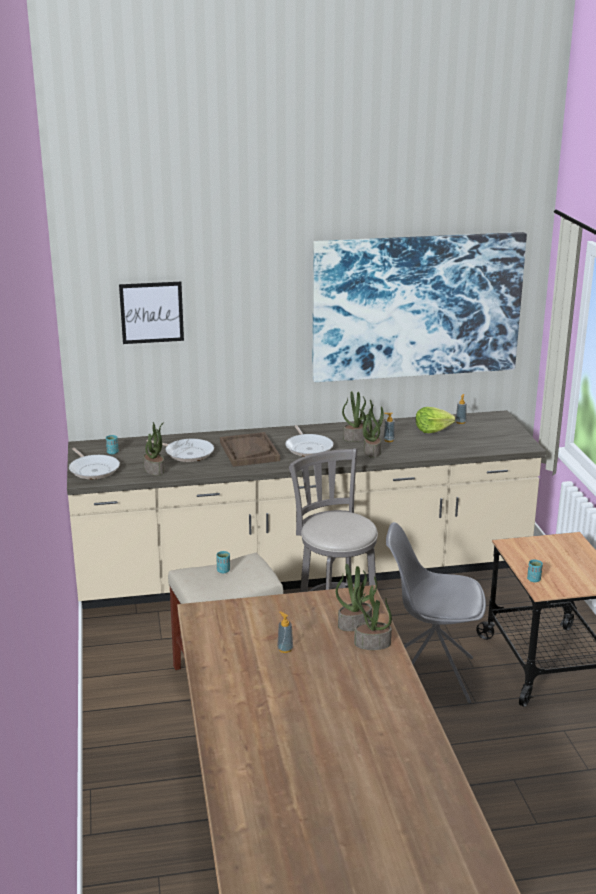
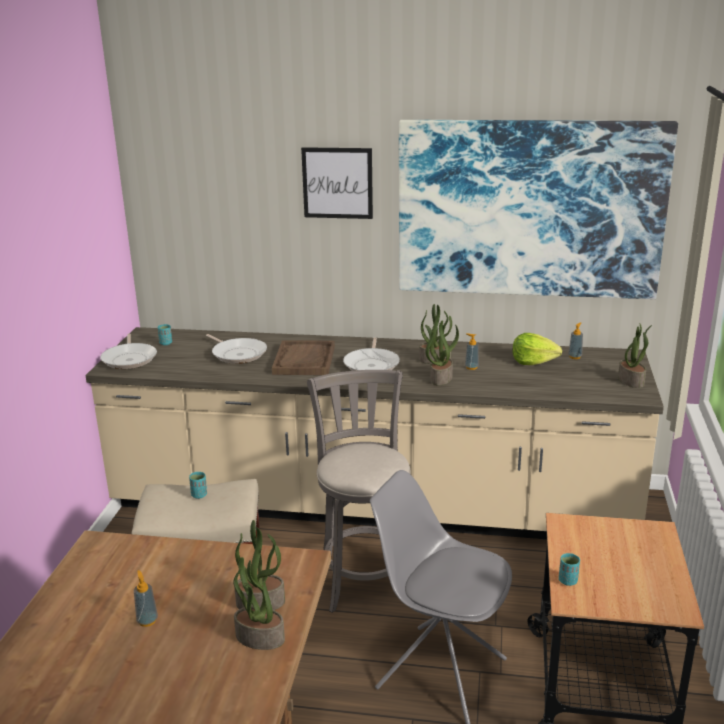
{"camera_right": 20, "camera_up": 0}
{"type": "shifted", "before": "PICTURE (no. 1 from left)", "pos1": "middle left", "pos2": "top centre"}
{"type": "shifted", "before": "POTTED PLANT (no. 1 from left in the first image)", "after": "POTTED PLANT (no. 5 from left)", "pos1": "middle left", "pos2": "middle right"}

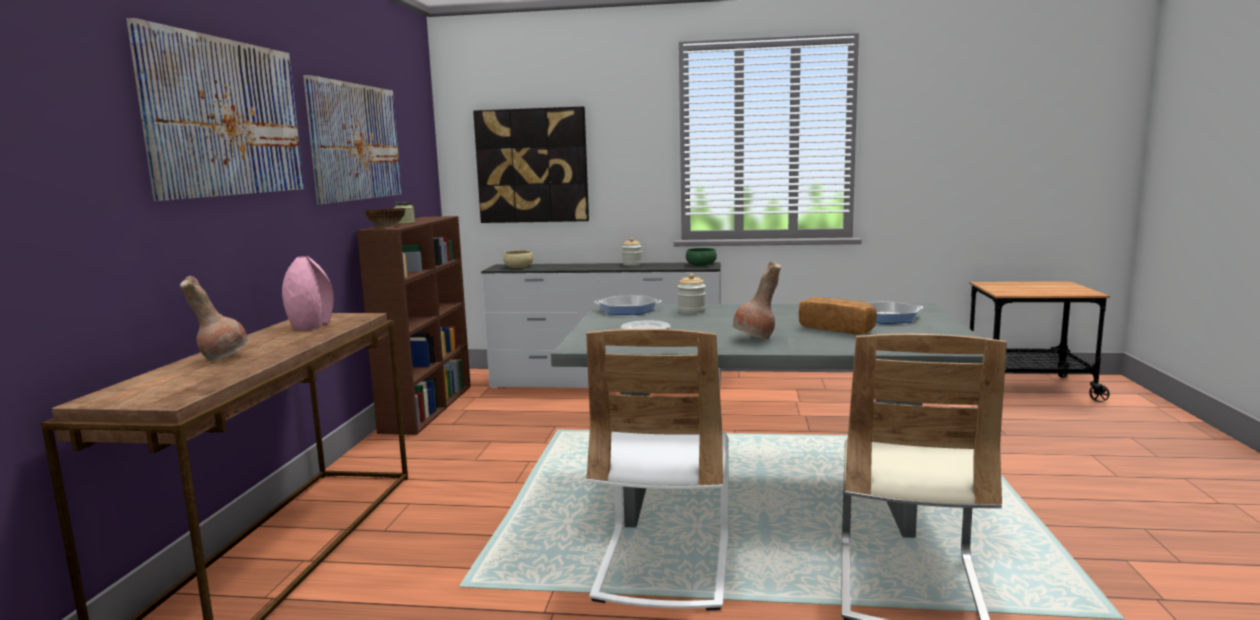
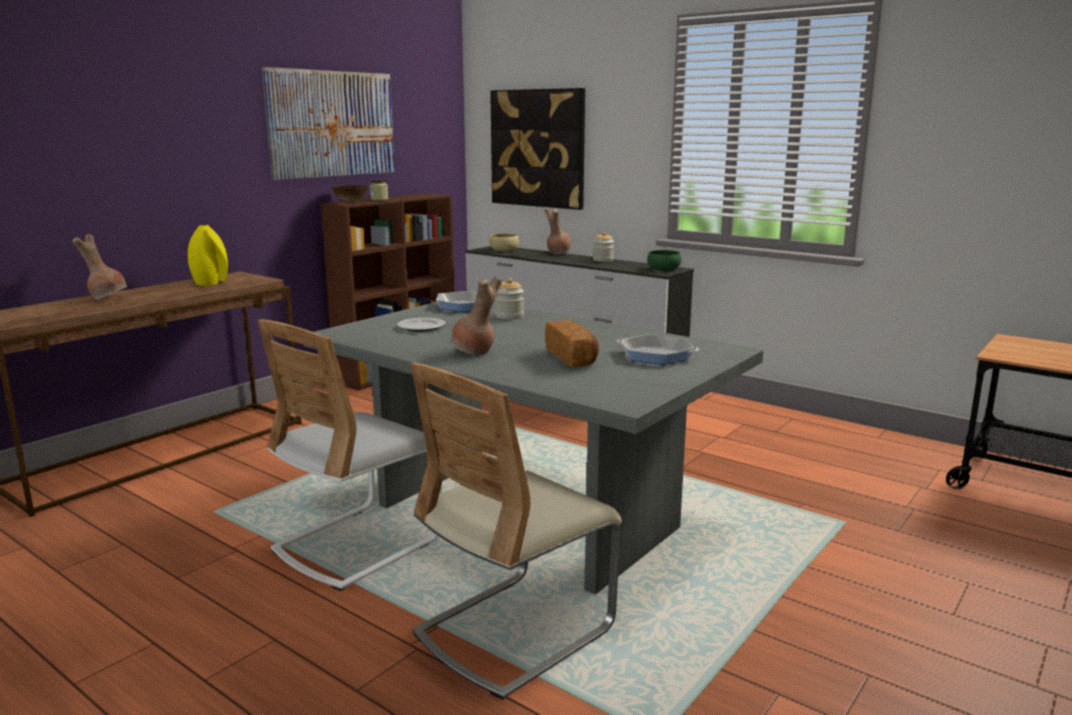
{"camera_right": 30, "camera_up": 5}
{"type": "gone", "before": "PICTURE (no. 1 from left)", "pos1": "top left"}
{"type": "repainted", "before": "PINK VASE", "after": "YELLOW VASE", "pos1": "middle left", "pos2": "middle left"}
{"type": "new", "after": "BROWN VASE (no. 3 from left)", "pos2": "top centre"}

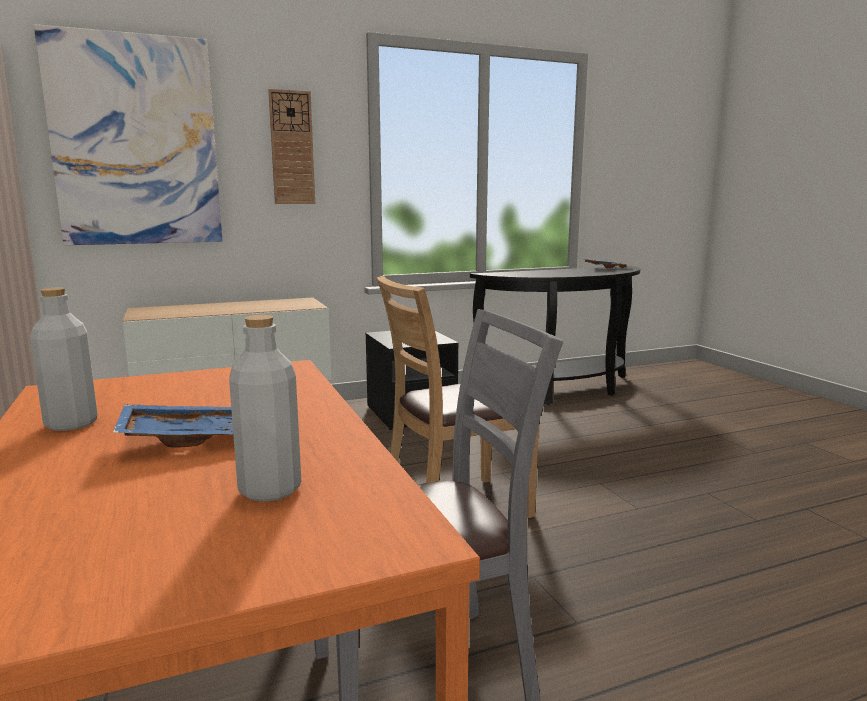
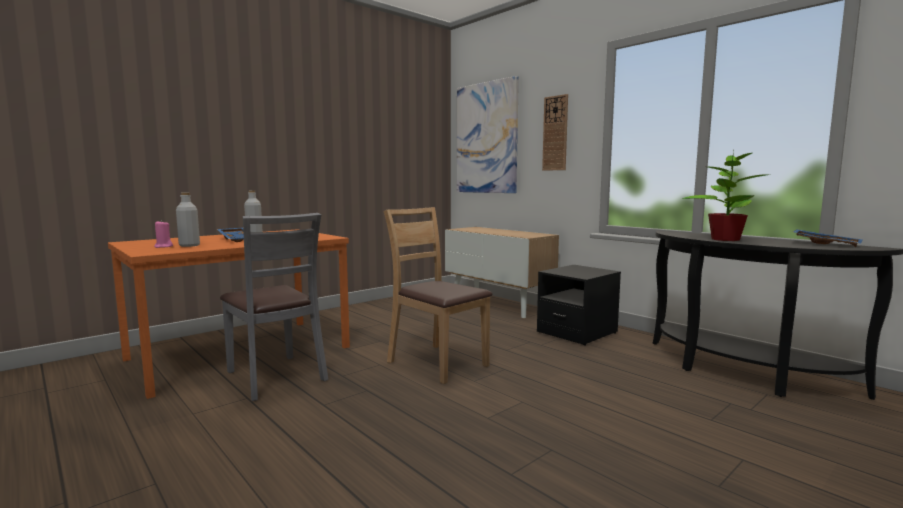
{"camera_right": 70, "camera_up": -5}
{"type": "new", "after": "PINK CANDLE", "pos2": "middle left"}
{"type": "new", "after": "POTTED PLANT", "pos2": "middle right"}

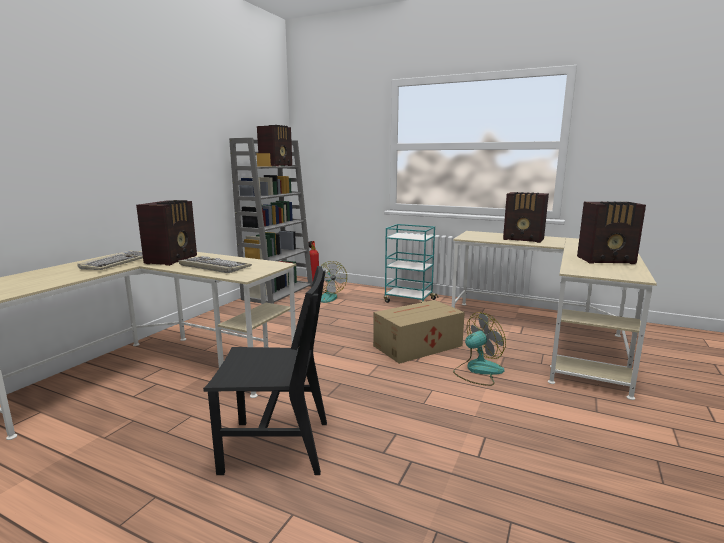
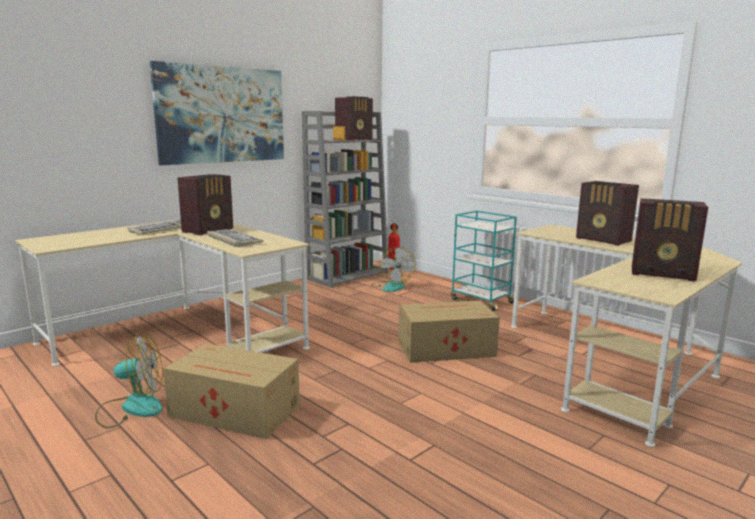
{"camera_right": 20, "camera_up": 0}
{"type": "swapped", "before": "BLACK CHAIR", "after": "CARDBOARD BOX (no. 1 from left)", "pos1": "bottom centre", "pos2": "bottom left"}
{"type": "shifted", "before": "FAN (no. 2 from left in the first image)", "after": "FAN (no. 1 from left)", "pos1": "centre", "pos2": "bottom left"}
{"type": "new", "after": "PICTURE", "pos2": "top left"}

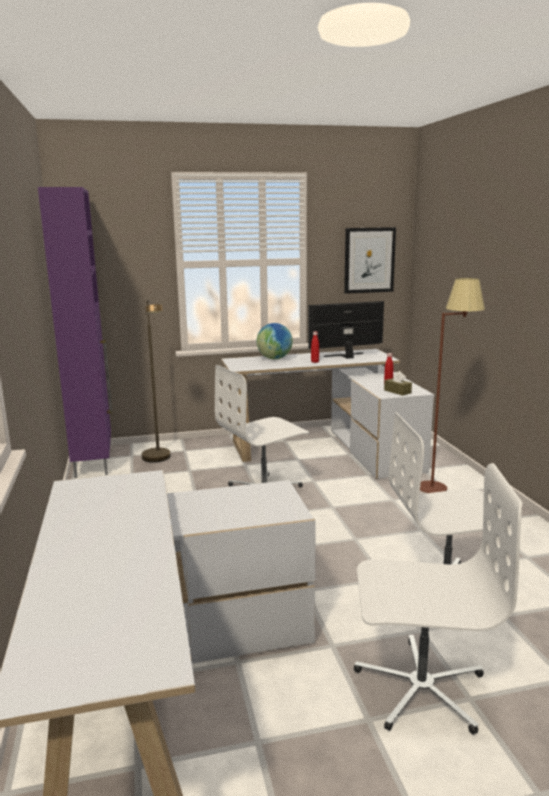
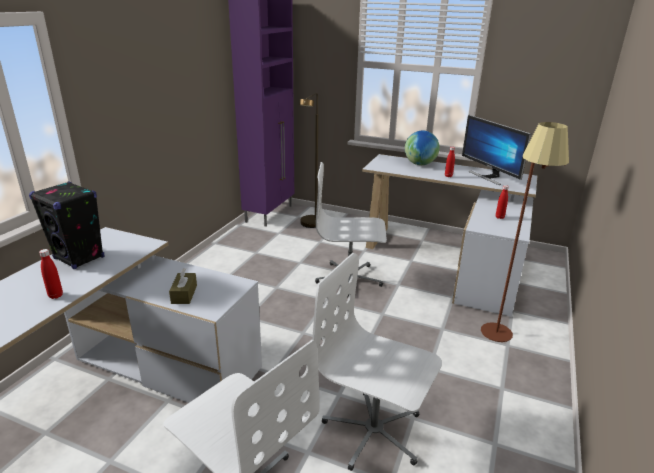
{"camera_right": 35, "camera_up": 10}
{"type": "rotated", "before": "MONITOR", "pos1": "centre", "pos2": "top right", "turn": -135}
{"type": "gone", "before": "PICTURE", "pos1": "top right"}
{"type": "shifted", "before": "BROWN TISSUE BOX", "pos1": "middle right", "pos2": "middle left"}
{"type": "new", "after": "BLACK SPEAKER", "pos2": "middle left"}
{"type": "new", "after": "RED BOTTLE (no. 1 from left)", "pos2": "middle left"}

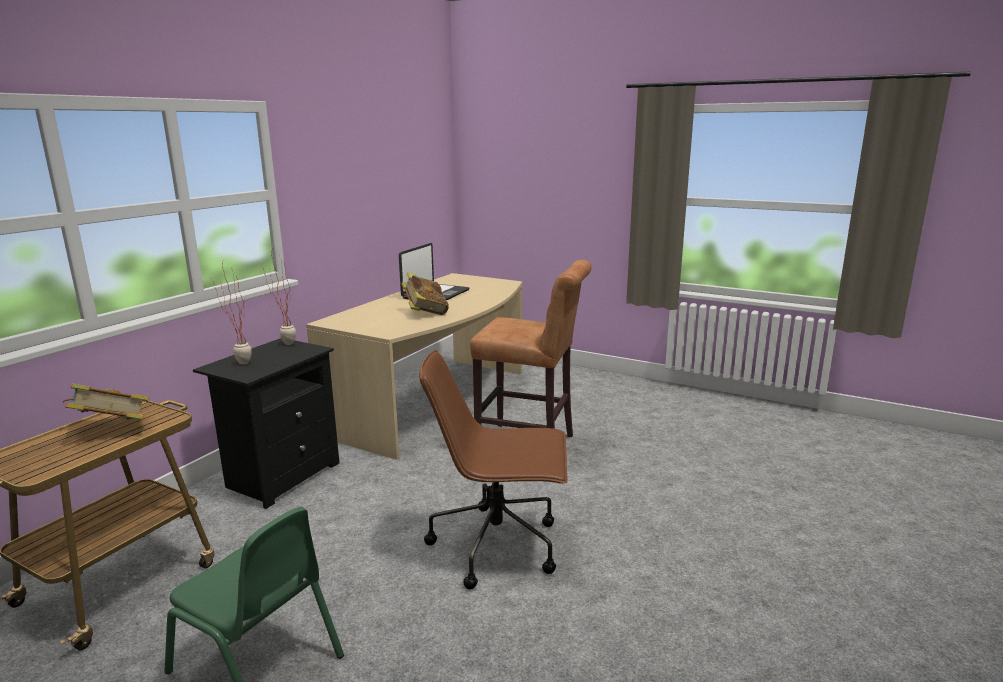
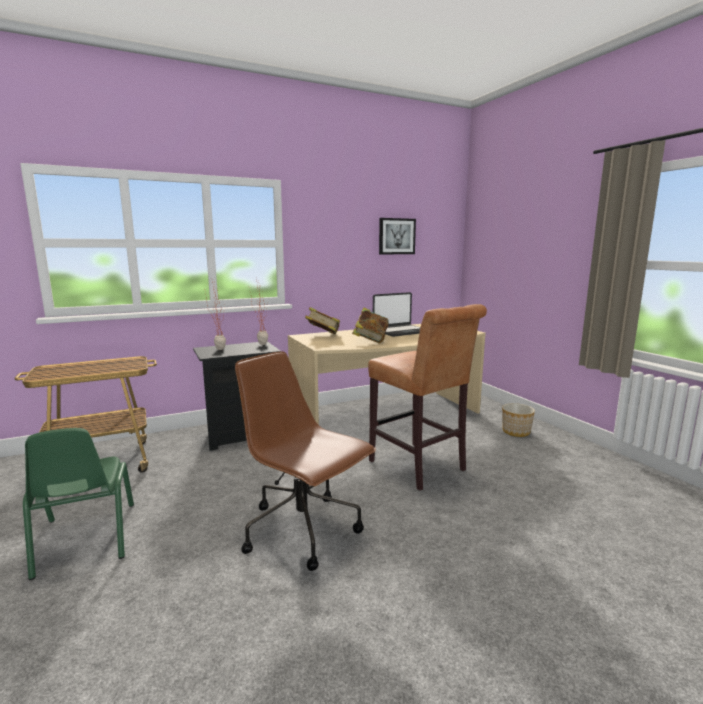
{"camera_right": 35, "camera_up": -5}
{"type": "shifted", "before": "BOOK (no. 1 from left)", "pos1": "middle left", "pos2": "centre"}
{"type": "new", "after": "PICTURE", "pos2": "centre"}
{"type": "new", "after": "PLANTER", "pos2": "middle right"}

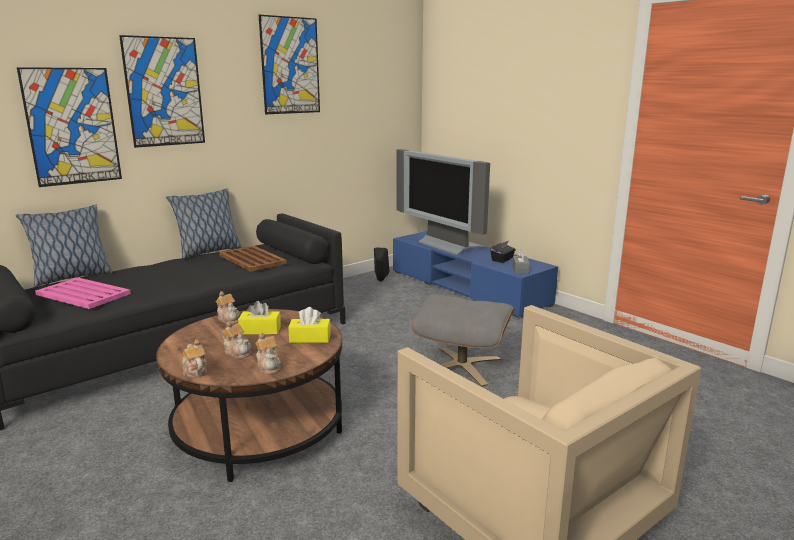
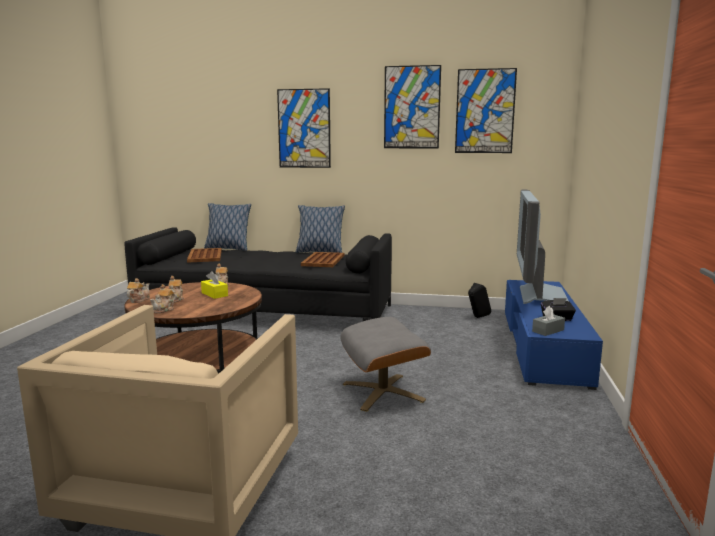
{"camera_right": 50, "camera_up": -5}
{"type": "shifted", "before": "PICTURE (no. 1 from left in the first image)", "after": "PICTURE (no. 3 from left)", "pos1": "top left", "pos2": "top right"}
{"type": "repainted", "before": "PINK TRAY", "after": "BROWN TRAY (no. 1 from left)", "pos1": "middle left", "pos2": "middle left"}
{"type": "gone", "before": "YELLOW TISSUE BOX (no. 2 from left)", "pos1": "centre"}

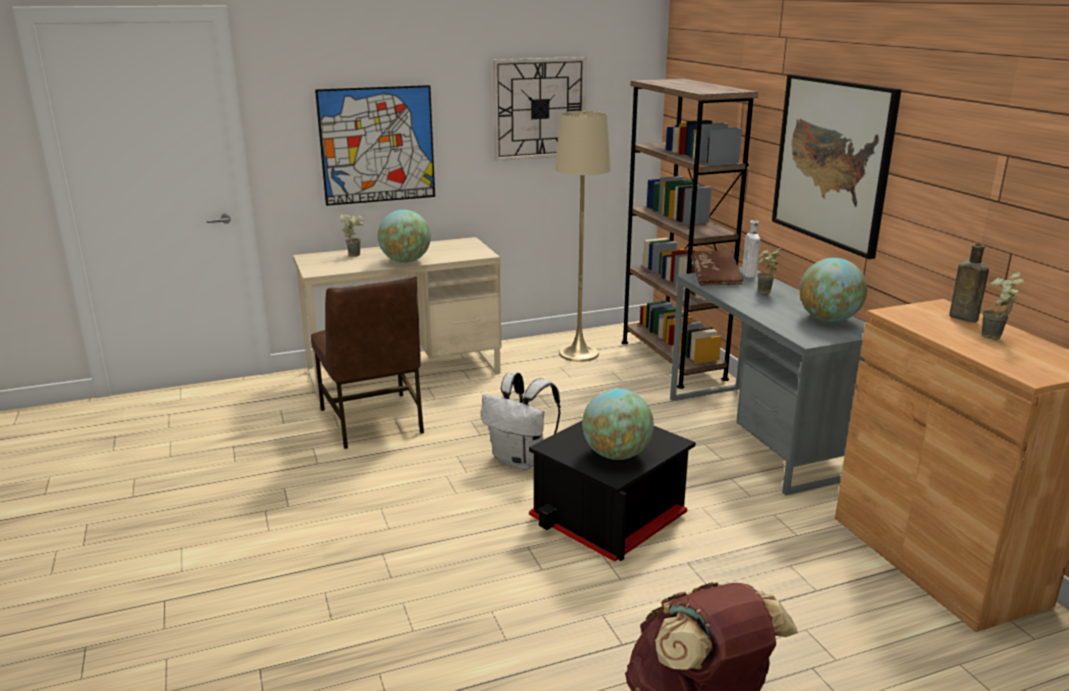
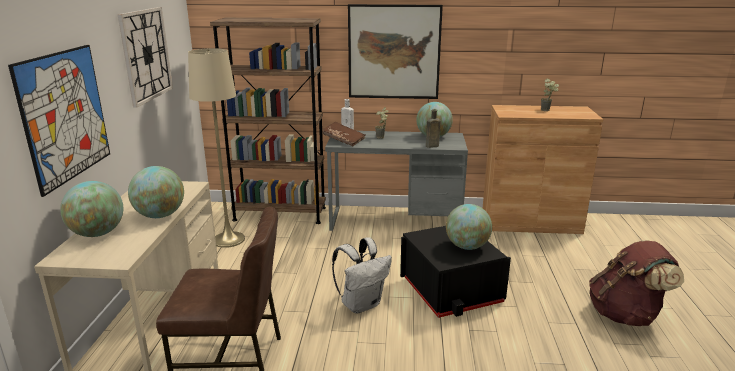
{"camera_right": -65, "camera_up": 0}
{"type": "swapped", "before": "POTTED PLANT (no. 1 from left)", "after": "GLOBE (no. 1 from left)", "pos1": "middle left", "pos2": "middle left"}
{"type": "shifted", "before": "BROWN BOTTLE", "pos1": "middle right", "pos2": "centre"}

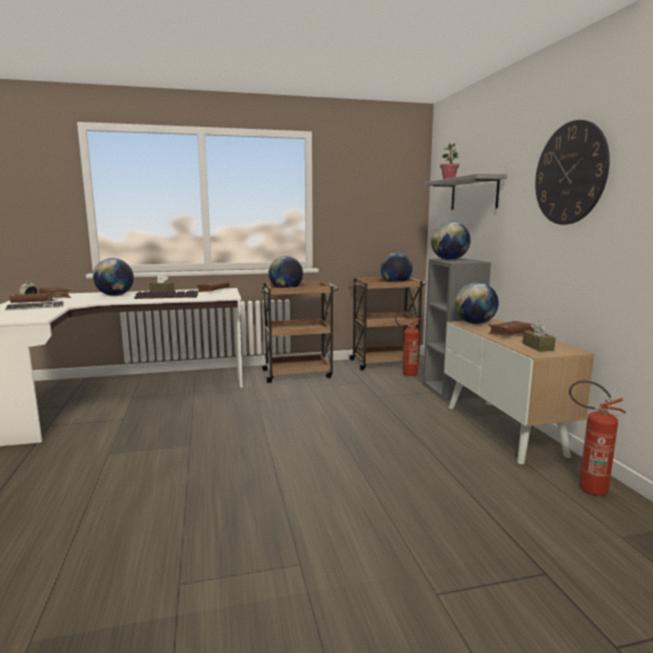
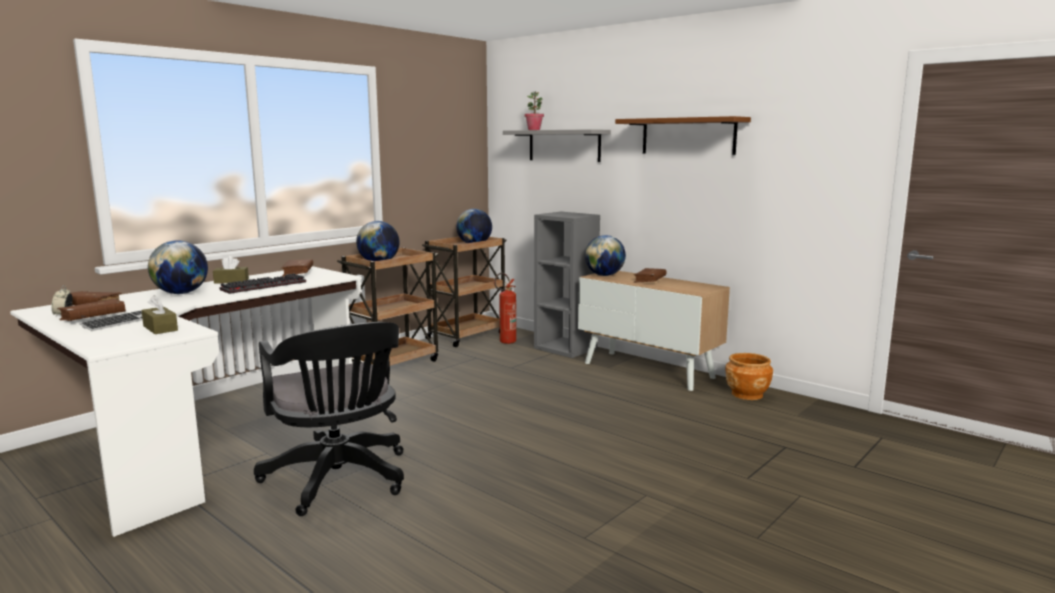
{"camera_right": -35, "camera_up": 0}
{"type": "gone", "before": "GLOBE (no. 4 from left)", "pos1": "middle right"}
{"type": "shifted", "before": "BROWN TISSUE BOX (no. 2 from left in the first image)", "after": "BROWN TISSUE BOX (no. 1 from left)", "pos1": "middle right", "pos2": "middle left"}
{"type": "swapped", "before": "WALL CLOCK", "after": "BROWN SHELF", "pos1": "top right", "pos2": "top centre"}
{"type": "swapped", "before": "FIRE EXTINGUISHER (no. 2 from left)", "after": "BROWN PLANTER", "pos1": "bottom right", "pos2": "middle right"}
{"type": "new", "after": "BLACK OFFICE CHAIR", "pos2": "bottom left"}

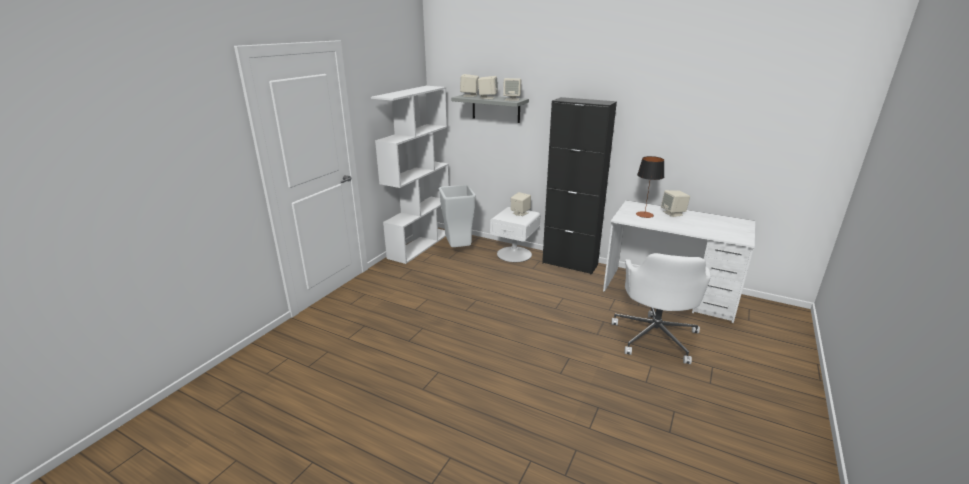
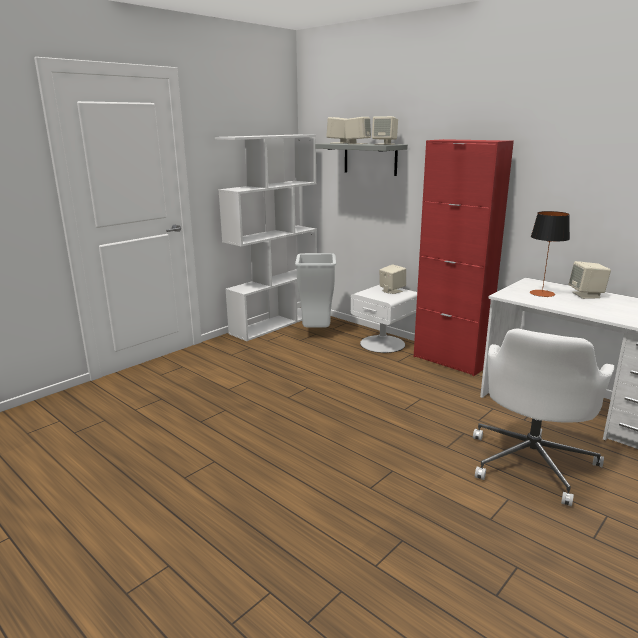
{"camera_right": 15, "camera_up": -5}
{"type": "repainted", "before": "BLACK CABINET", "after": "RED CABINET", "pos1": "centre", "pos2": "middle right"}

